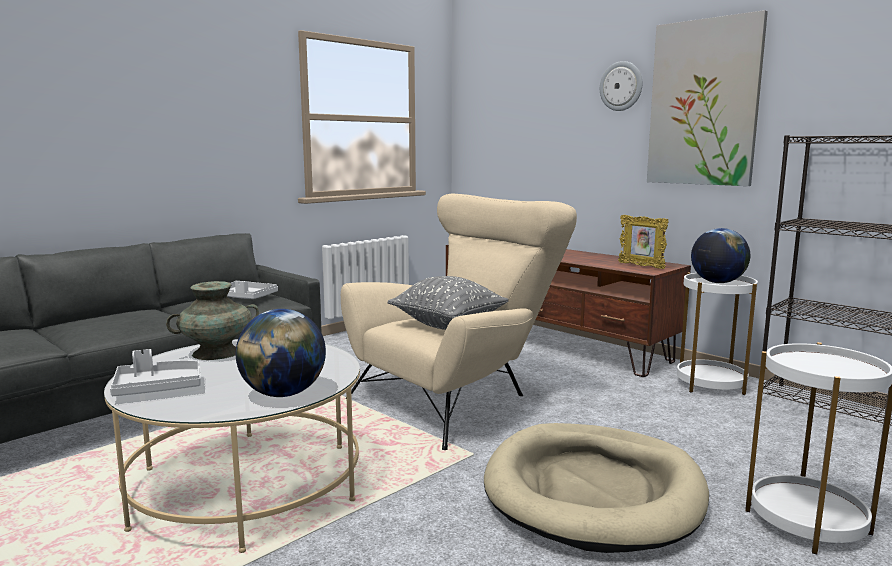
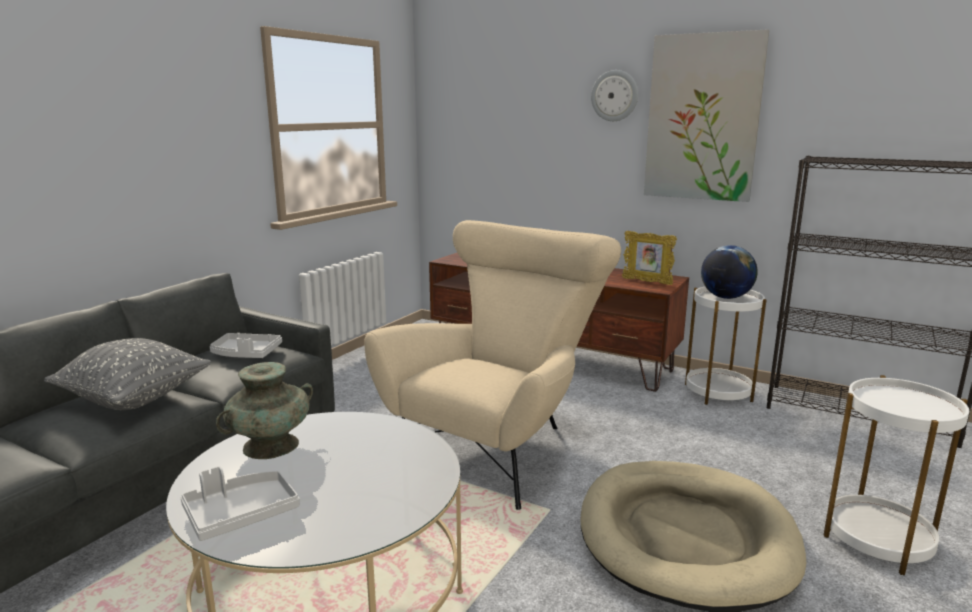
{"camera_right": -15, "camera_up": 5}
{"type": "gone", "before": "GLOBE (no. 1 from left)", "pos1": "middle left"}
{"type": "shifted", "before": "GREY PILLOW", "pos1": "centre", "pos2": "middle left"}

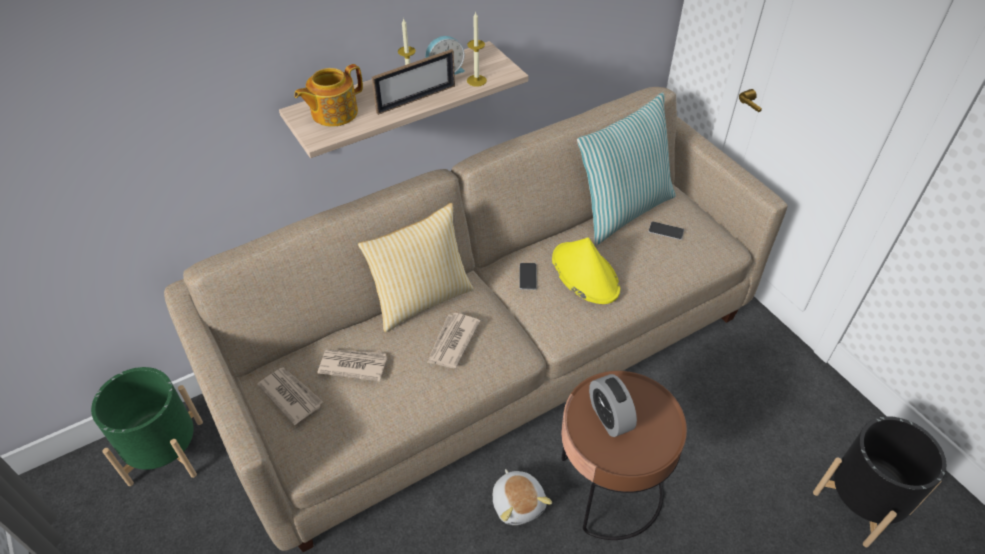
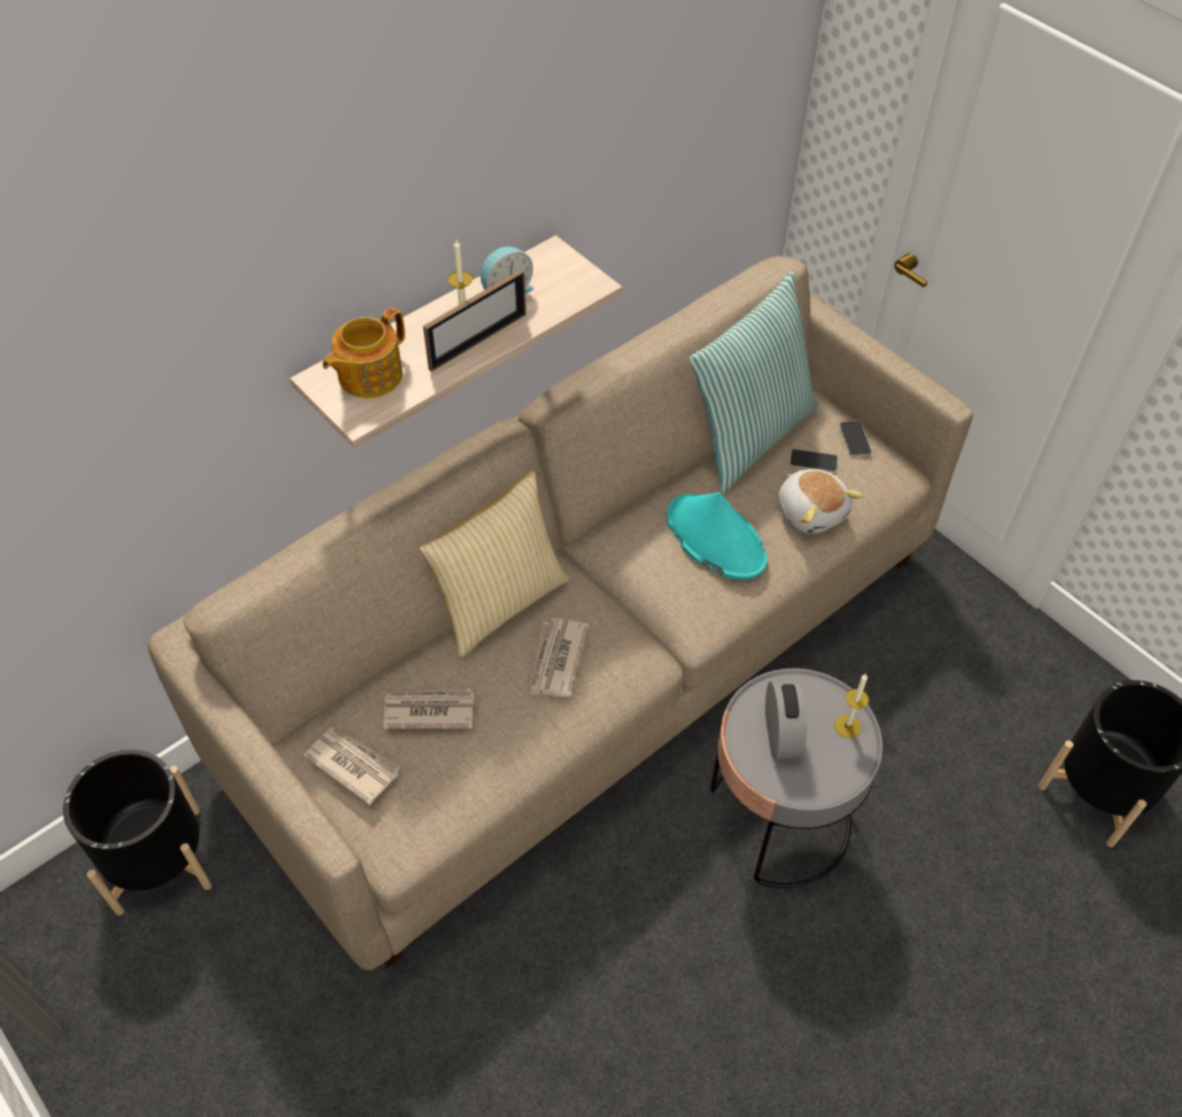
{"camera_right": -10, "camera_up": 5}
{"type": "repainted", "before": "GREEN PLANTER", "after": "BLACK PLANTER (no. 1 from left)", "pos1": "bottom left", "pos2": "bottom left"}
{"type": "shifted", "before": "CANDLE (no. 2 from left)", "pos1": "top centre", "pos2": "middle right"}
{"type": "shifted", "before": "PLUSH TOY", "pos1": "bottom centre", "pos2": "middle right"}
{"type": "shifted", "before": "PHONE (no. 1 from left in the first image)", "after": "PHONE (no. 2 from left)", "pos1": "centre", "pos2": "middle right"}
{"type": "repainted", "before": "YELLOW HAT", "after": "TURQUOISE HAT", "pos1": "centre", "pos2": "centre"}
{"type": "repainted", "before": "BROWN SIDE TABLE", "after": "GREY SIDE TABLE", "pos1": "bottom centre", "pos2": "bottom right"}
{"type": "rotated", "before": "ALARM CLOCK (no. 2 from left)", "pos1": "bottom centre", "pos2": "centre", "turn": -150}

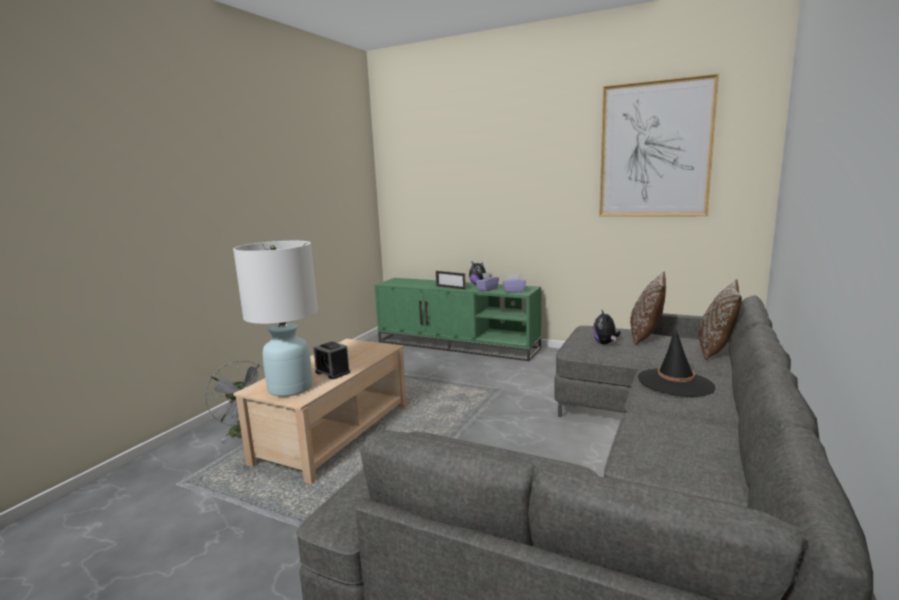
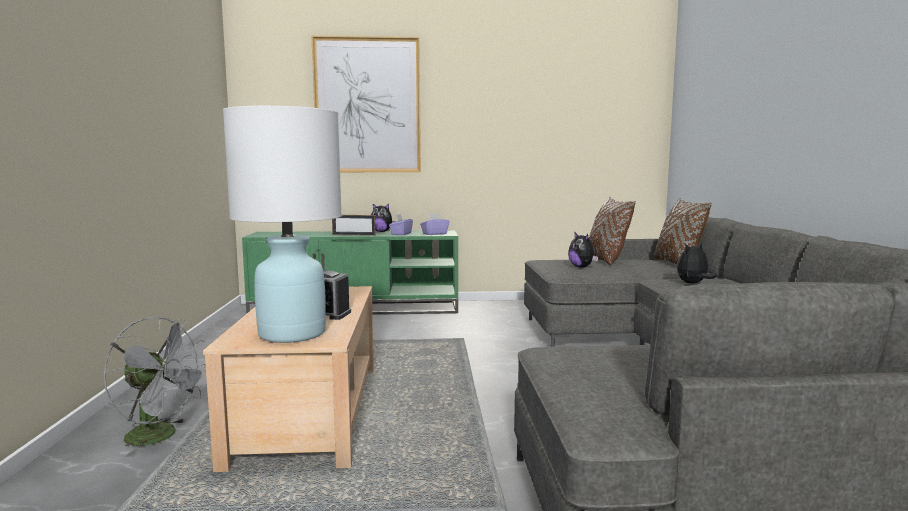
{"camera_right": -30, "camera_up": -5}
{"type": "shifted", "before": "PICTURE", "pos1": "top right", "pos2": "top centre"}
{"type": "swapped", "before": "BLACK HAT", "after": "PLUSH TOY (no. 3 from left)", "pos1": "middle right", "pos2": "middle right"}

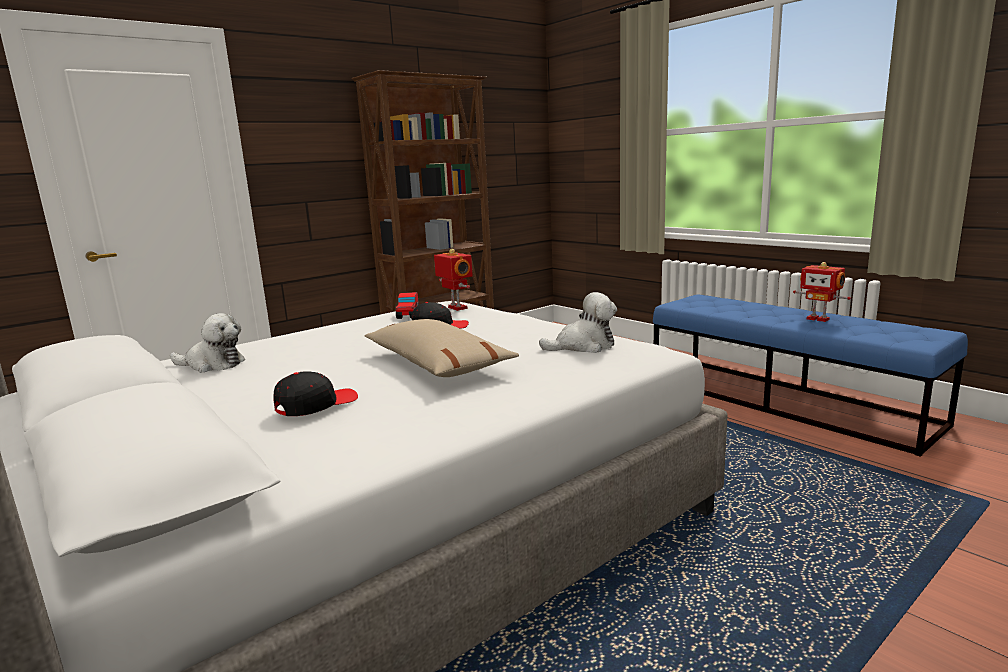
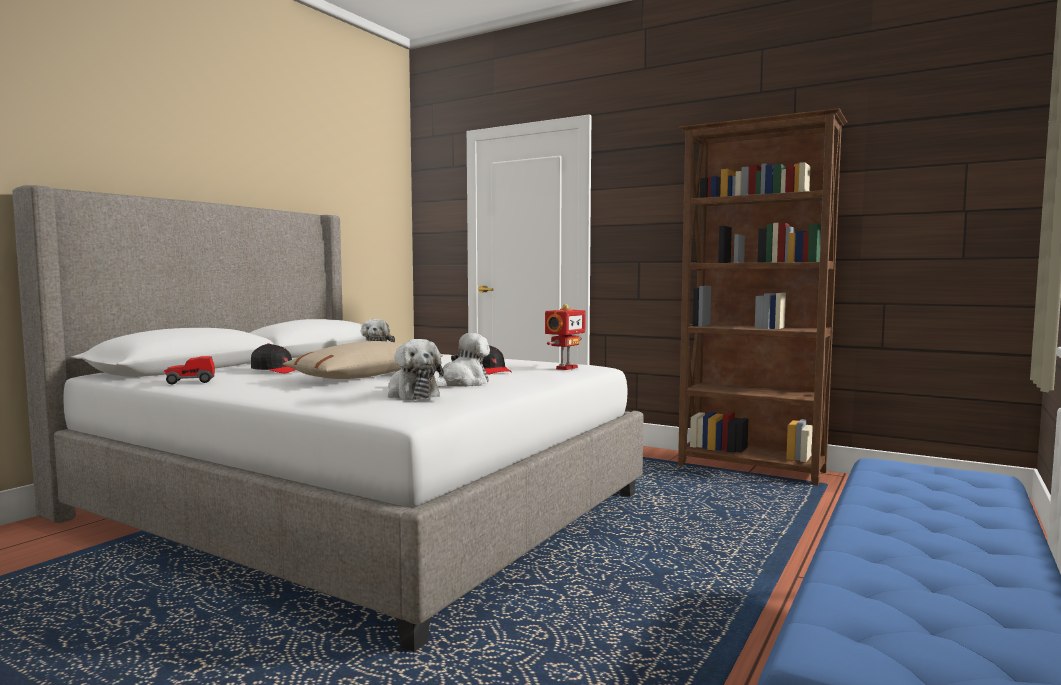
{"camera_right": 70, "camera_up": -10}
{"type": "shifted", "before": "TOY CAR", "pos1": "centre", "pos2": "middle left"}
{"type": "gone", "before": "TOY ROBOT (no. 2 from left)", "pos1": "middle right"}
{"type": "new", "after": "PLUSH TOY (no. 3 from left)", "pos2": "centre"}

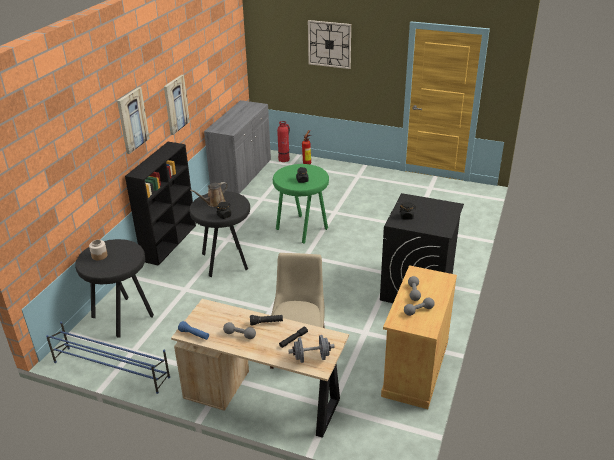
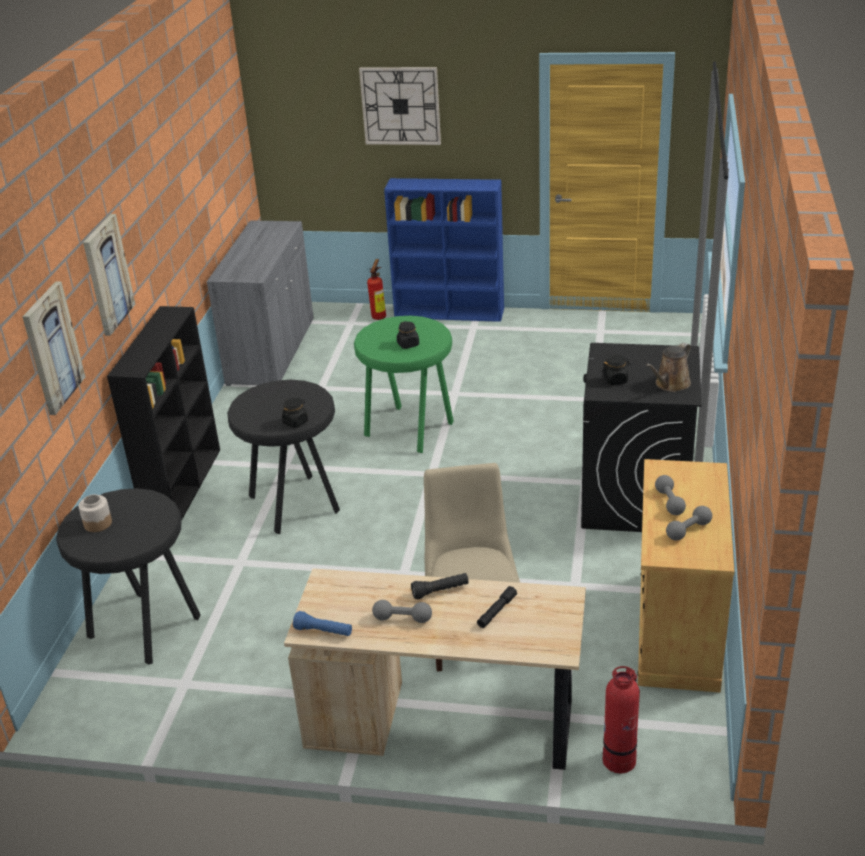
{"camera_right": -10, "camera_up": 0}
{"type": "gone", "before": "BLUE SHOE RACK", "pos1": "bottom left"}
{"type": "shifted", "before": "PICTURE (no. 2 from left in the first image)", "after": "PICTURE (no. 1 from left)", "pos1": "top left", "pos2": "middle left"}
{"type": "shifted", "before": "BROWN WATERING CAN", "pos1": "centre", "pos2": "middle right"}
{"type": "shifted", "before": "FIRE EXTINGUISHER (no. 1 from left in the first image)", "after": "FIRE EXTINGUISHER (no. 2 from left)", "pos1": "top centre", "pos2": "bottom right"}
{"type": "gone", "before": "GREY DUMBBELL (no. 2 from left)", "pos1": "bottom centre"}
{"type": "new", "after": "BLUE BOOKCASE", "pos2": "top centre"}

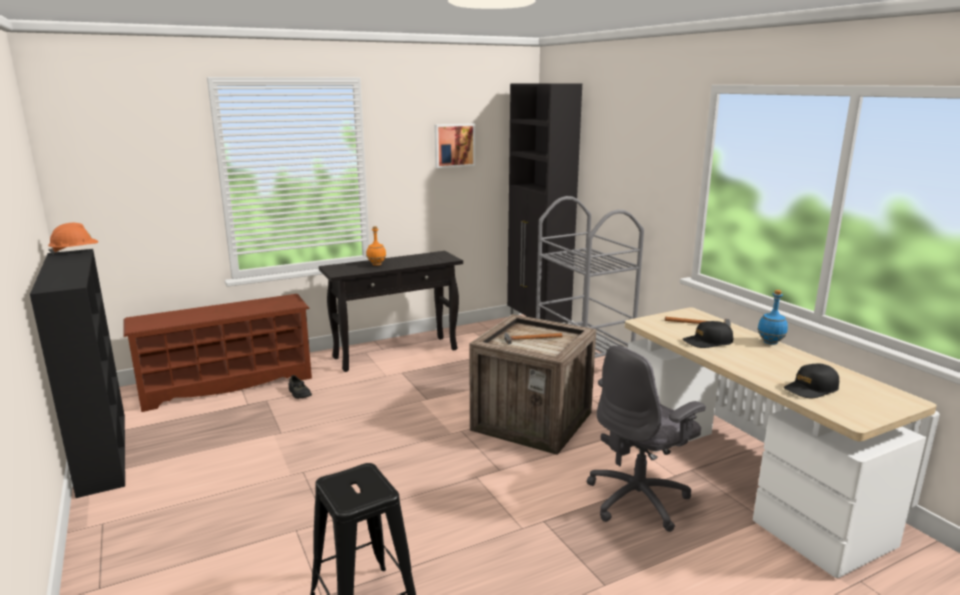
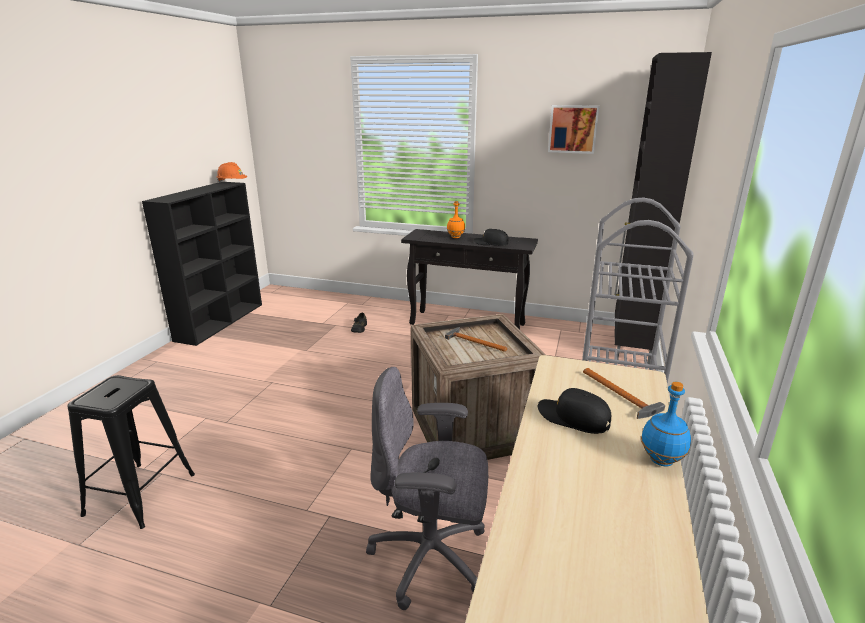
{"camera_right": 45, "camera_up": 5}
{"type": "gone", "before": "BROWN SHOE RACK", "pos1": "middle left"}
{"type": "shifted", "before": "BLACK CAP (no. 2 from left in the first image)", "after": "BLACK CAP (no. 1 from left)", "pos1": "middle right", "pos2": "centre"}

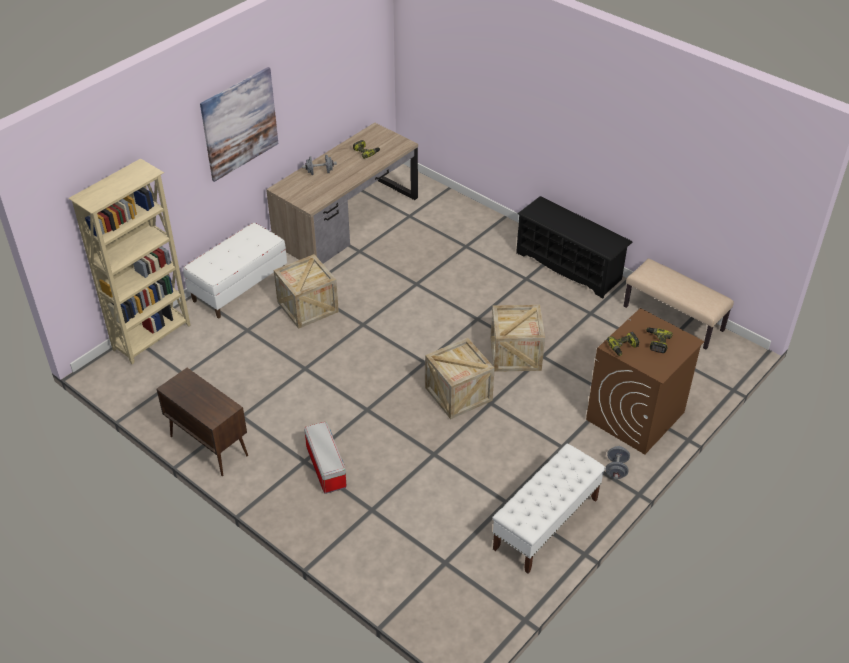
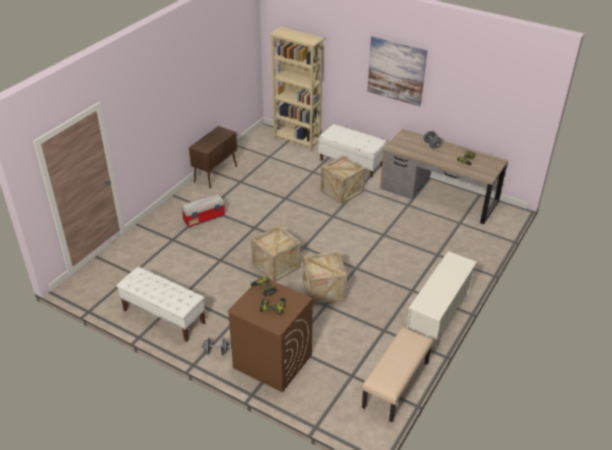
{"camera_right": 80, "camera_up": -5}
{"type": "repainted", "before": "BLACK SHOE RACK", "after": "WHITE SHOE RACK", "pos1": "middle right", "pos2": "bottom right"}

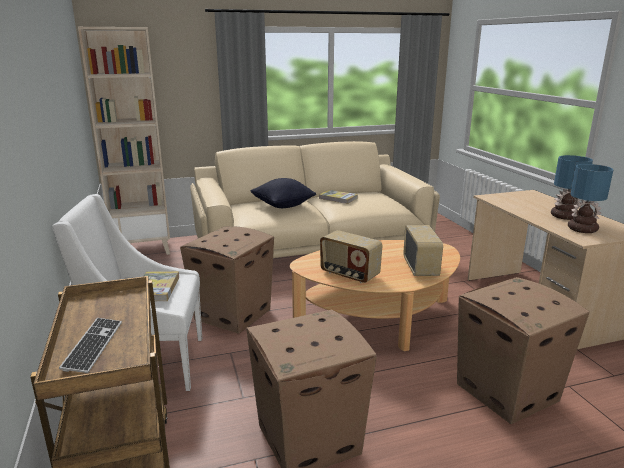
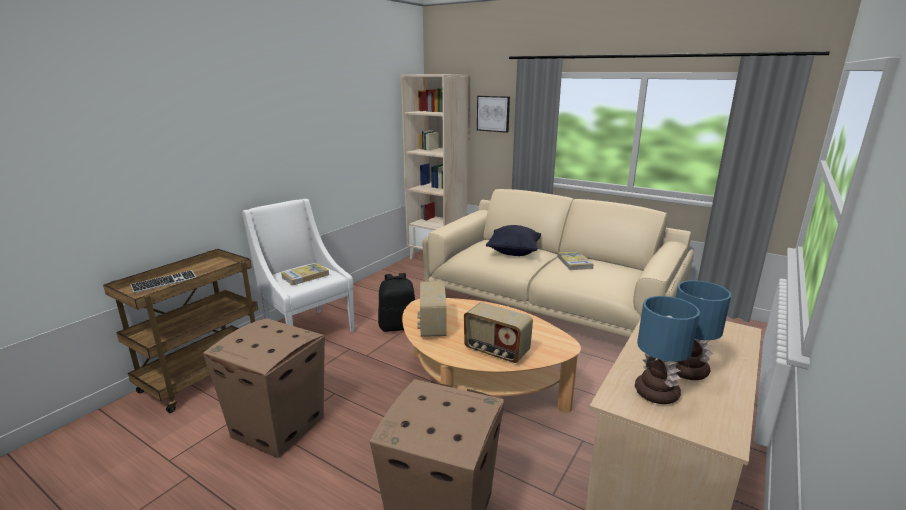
{"camera_right": 50, "camera_up": 0}
{"type": "swapped", "before": "CARDBOARD BOX (no. 1 from left)", "after": "BLACK BACKPACK", "pos1": "centre", "pos2": "centre"}
{"type": "rotated", "before": "RADIO (no. 2 from left)", "pos1": "middle right", "pos2": "centre", "turn": 75}
{"type": "new", "after": "PICTURE", "pos2": "top centre"}

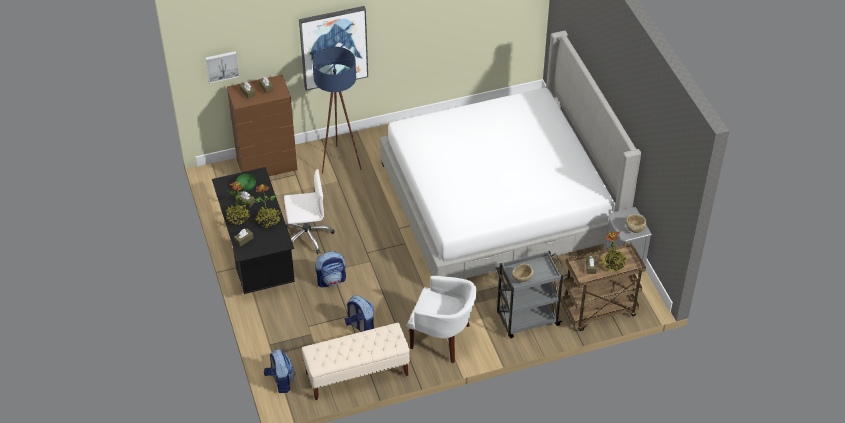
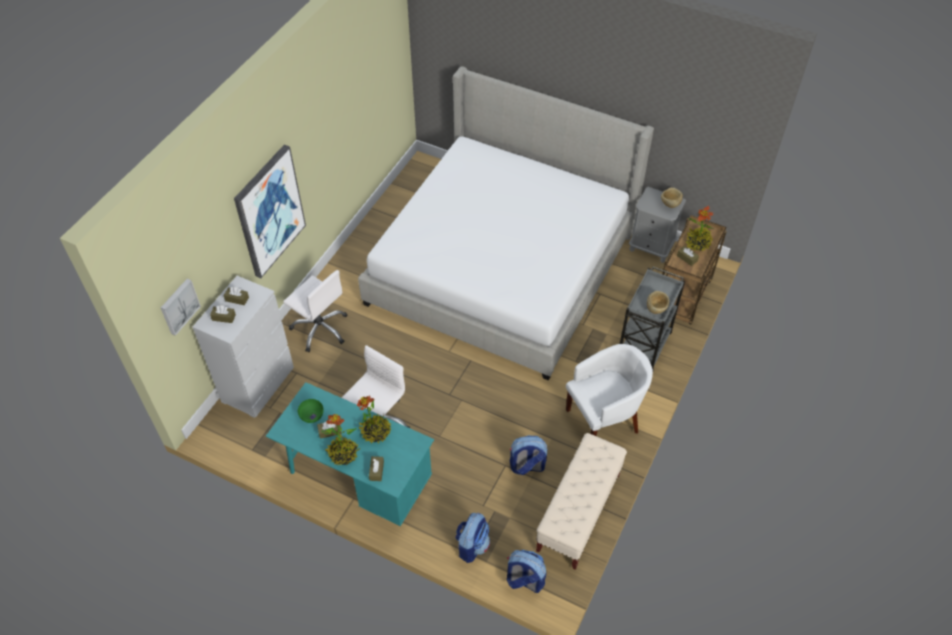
{"camera_right": -45, "camera_up": 5}
{"type": "repainted", "before": "BLACK DESK", "after": "TURQUOISE DESK", "pos1": "middle left", "pos2": "bottom centre"}
{"type": "repainted", "before": "BROWN DRESSER", "after": "WHITE DRESSER", "pos1": "top left", "pos2": "middle left"}
{"type": "swapped", "before": "BLUE FLOOR LAMP", "after": "WHITE OFFICE CHAIR (no. 1 from left)", "pos1": "top centre", "pos2": "middle left"}
{"type": "shifted", "before": "BACKPACK (no. 2 from left in the first image)", "after": "BACKPACK (no. 1 from left)", "pos1": "centre", "pos2": "bottom centre"}

